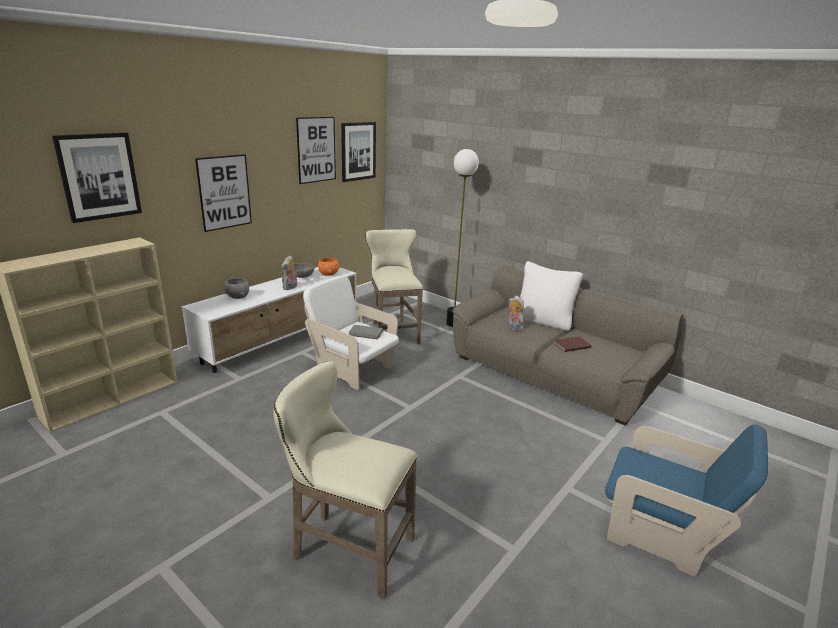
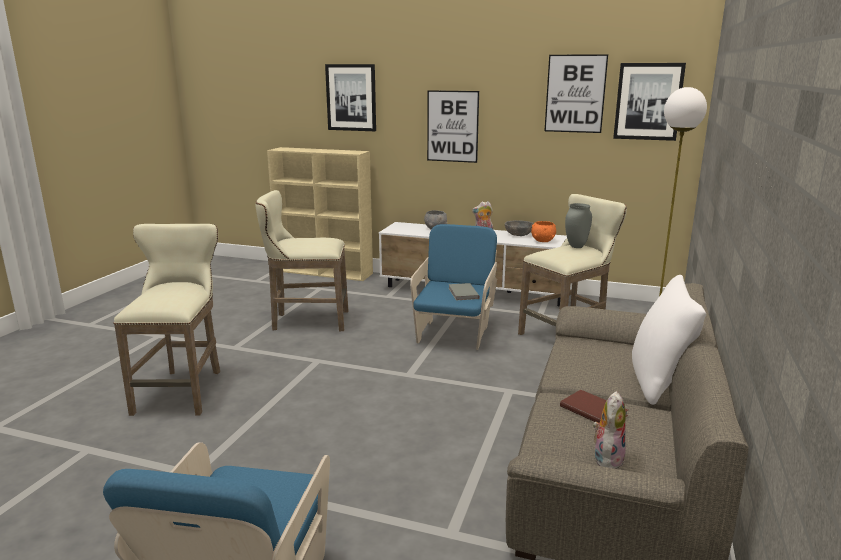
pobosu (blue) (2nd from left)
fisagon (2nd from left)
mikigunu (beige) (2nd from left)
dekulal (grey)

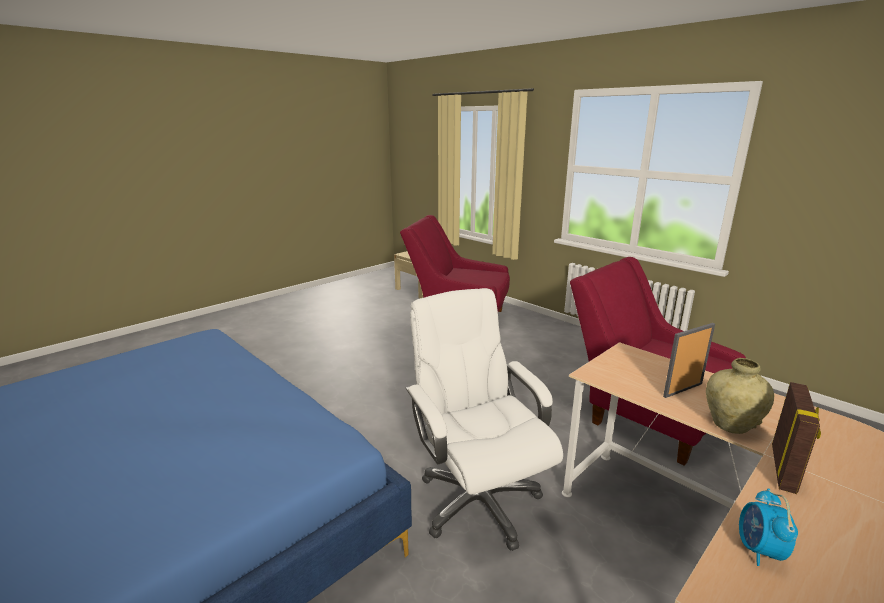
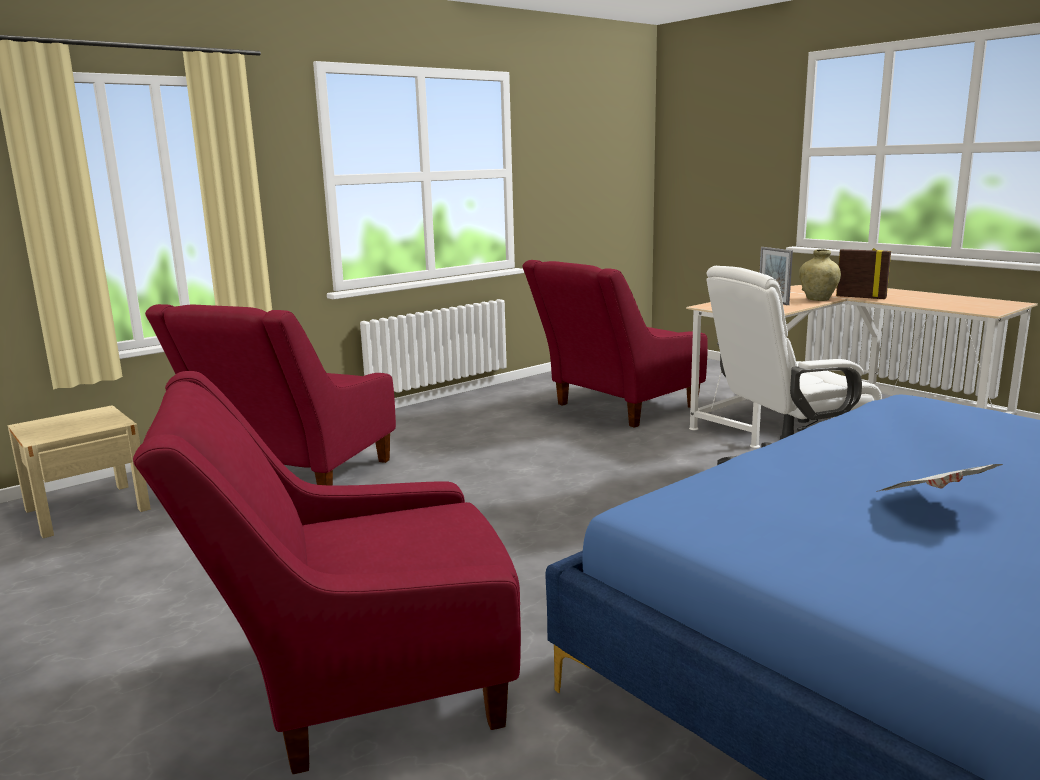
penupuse
pobosu (red) (2nd from left)
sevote

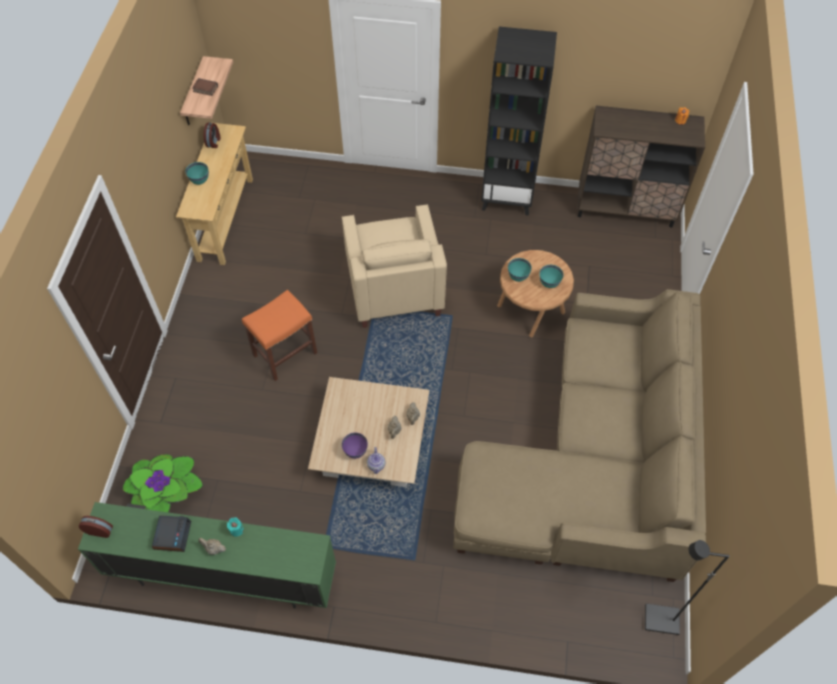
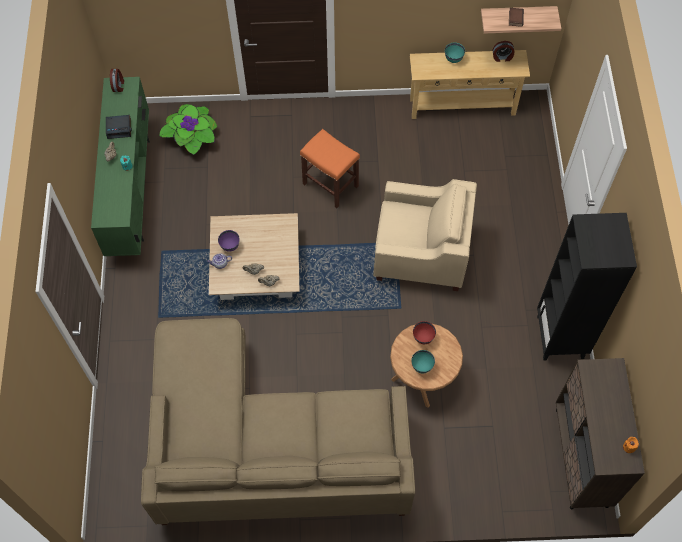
pobosu (beige)
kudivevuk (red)
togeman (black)

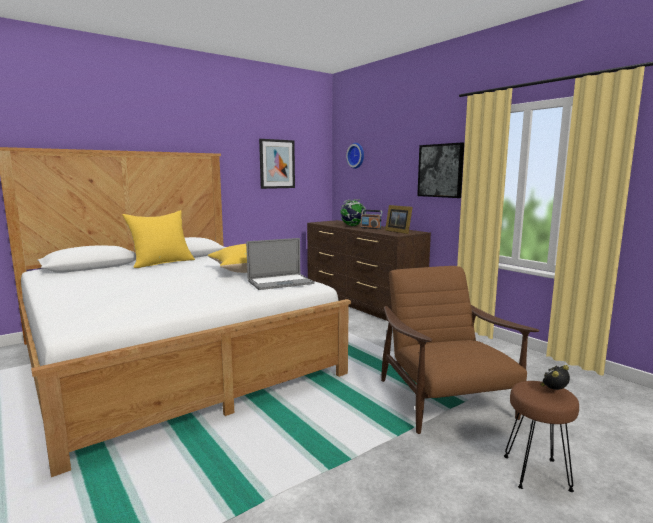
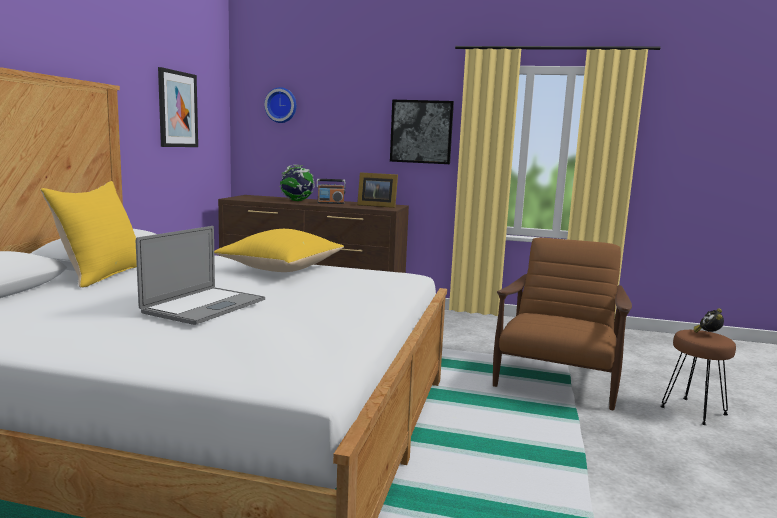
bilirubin
pobosu (brown)

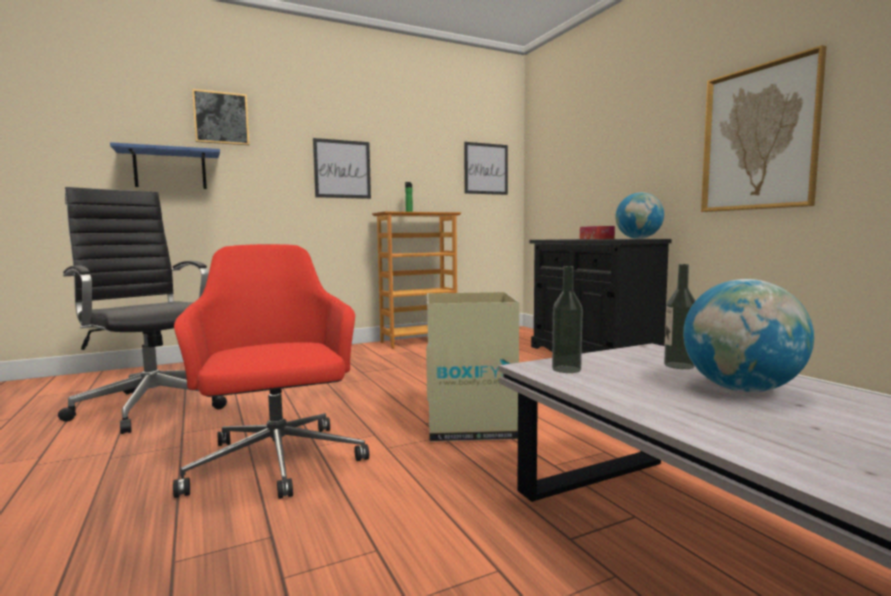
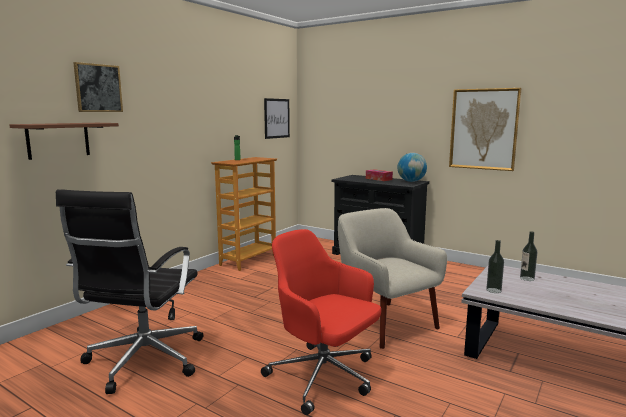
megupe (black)
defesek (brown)
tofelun (2nd from left in the first image)
pobosu (beige)
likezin (2nd from left in the first image)

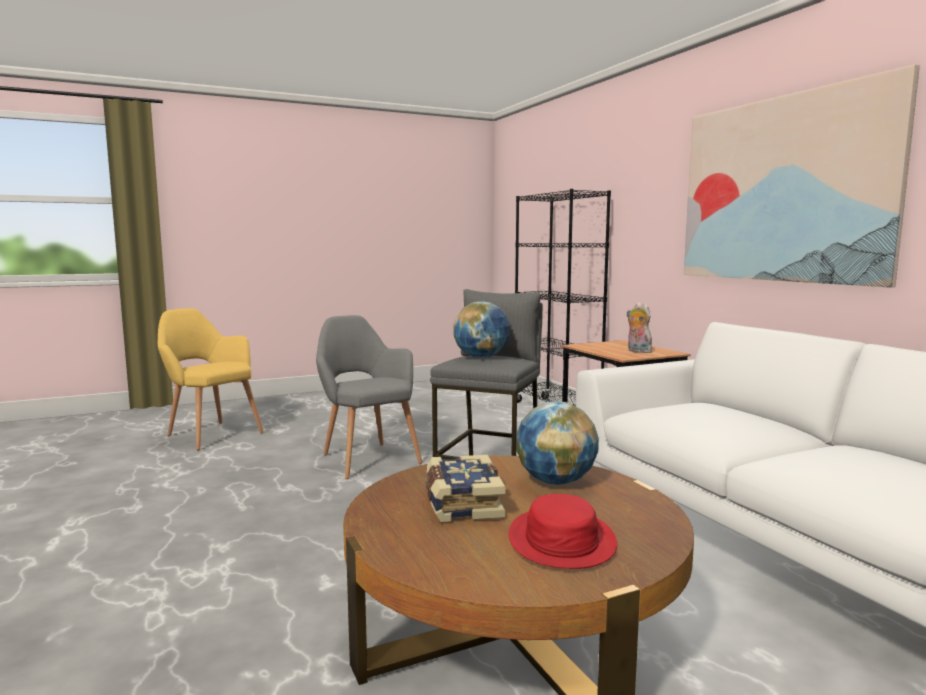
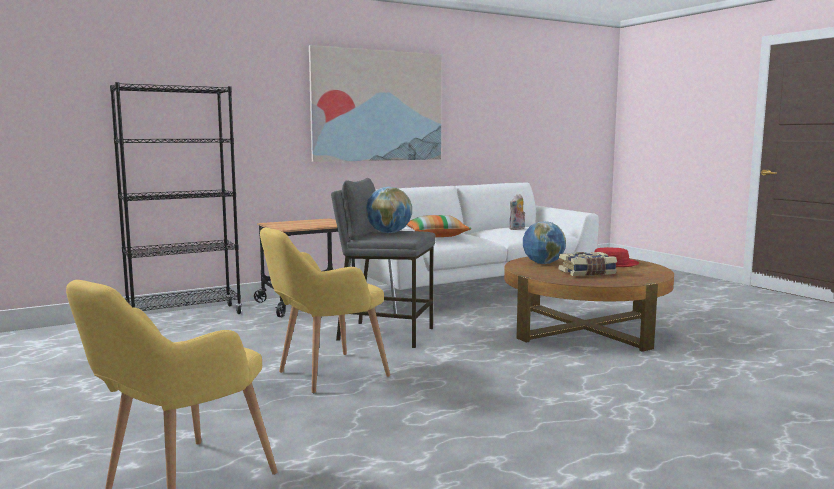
pobosu (yellow) (2nd from left)
fisagon
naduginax

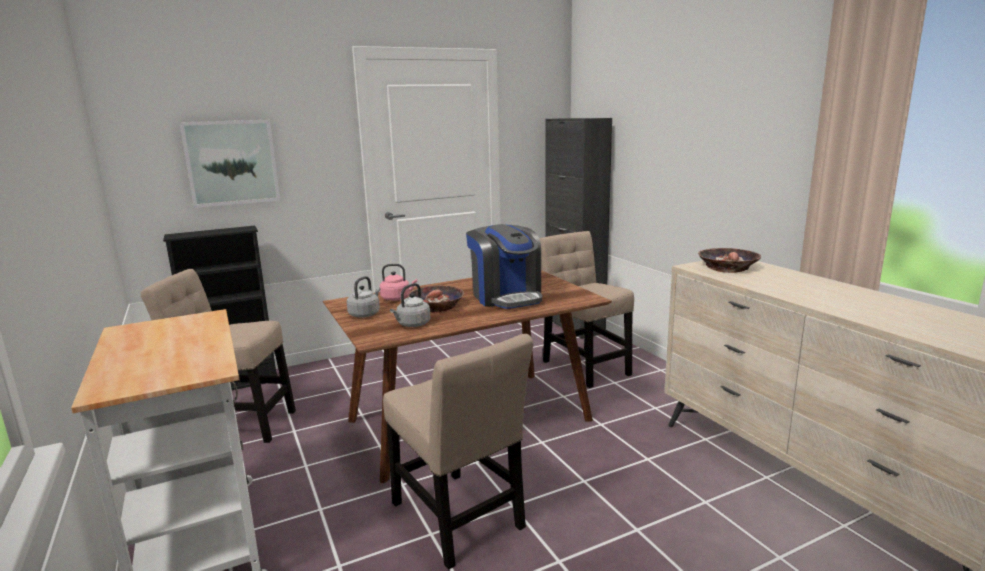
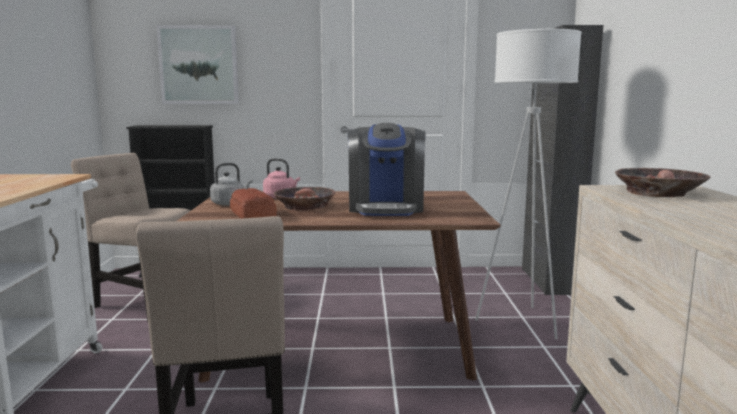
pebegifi
togeman (white)

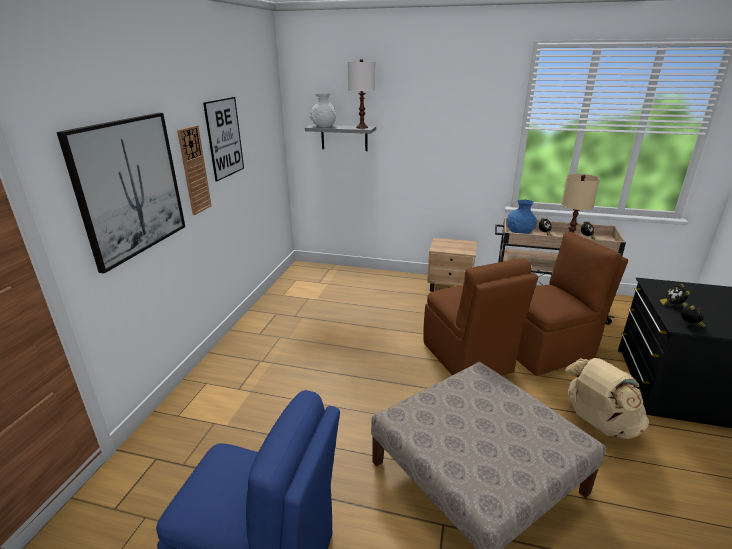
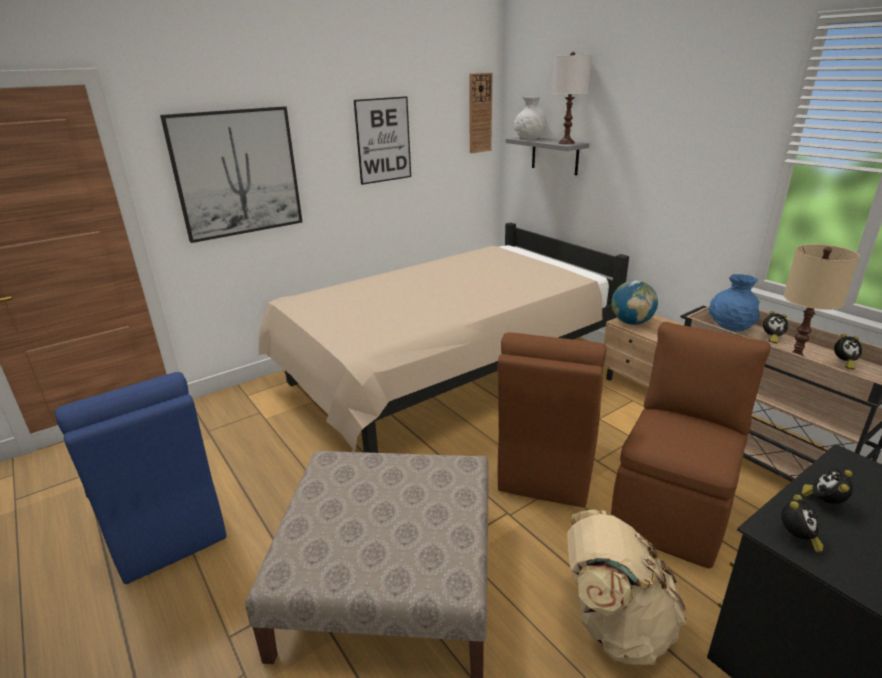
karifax
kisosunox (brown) (2nd from left)
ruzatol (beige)
likezin

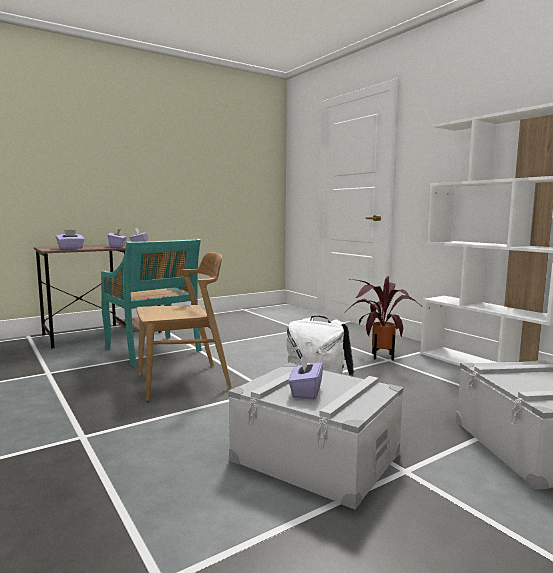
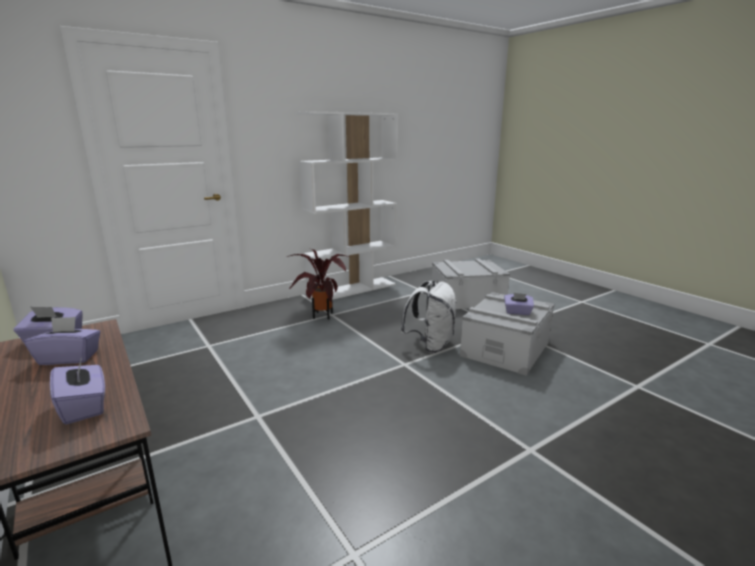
kisosunox (turquoise)
kisosunox (brown)

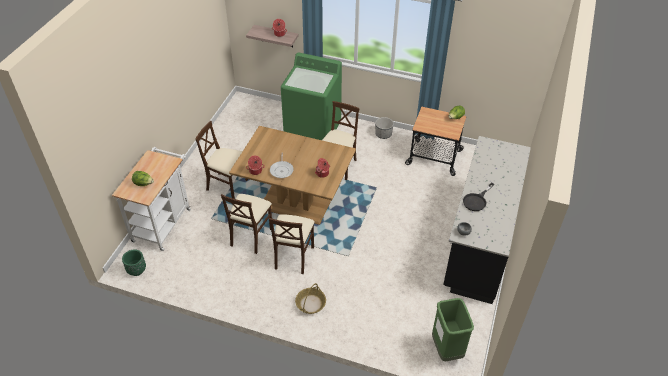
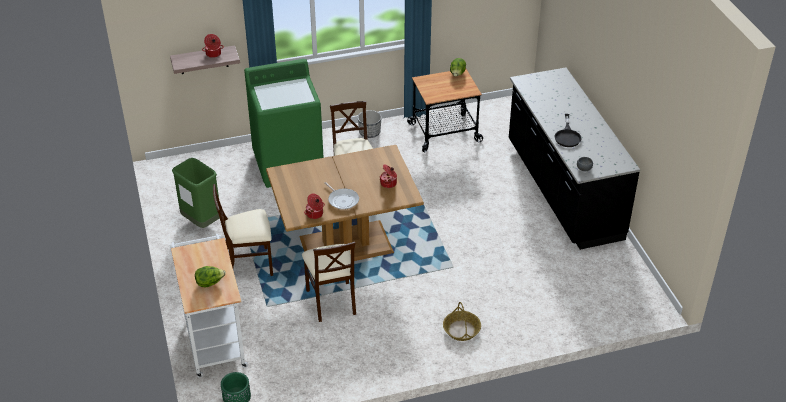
kisosunox (beige) (3rd from left in the first image)
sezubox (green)

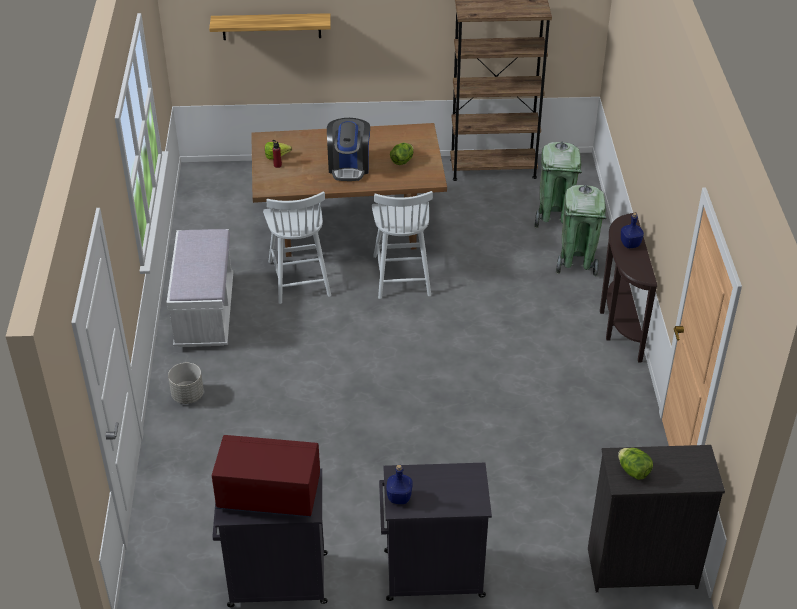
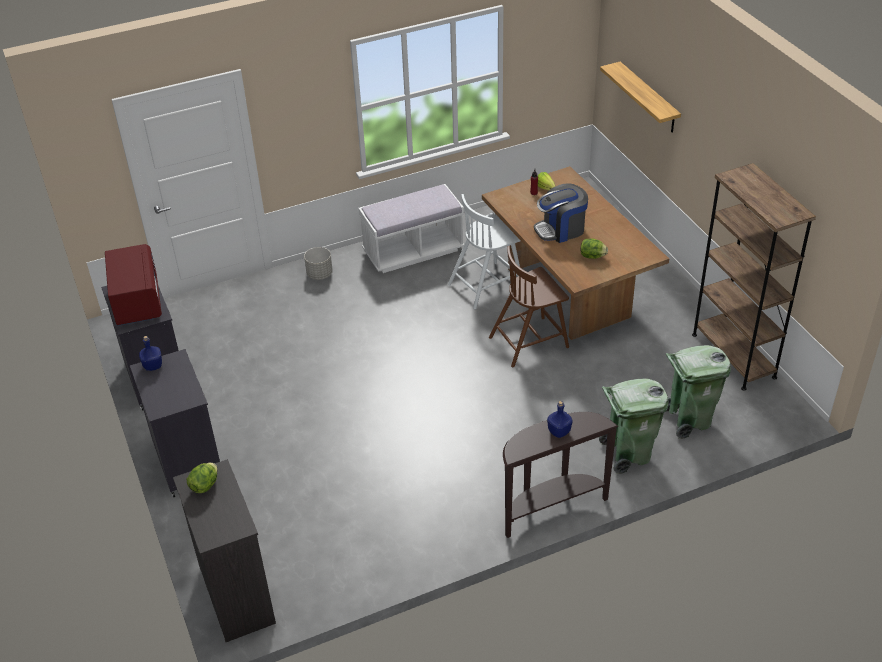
kisosunox (brown)

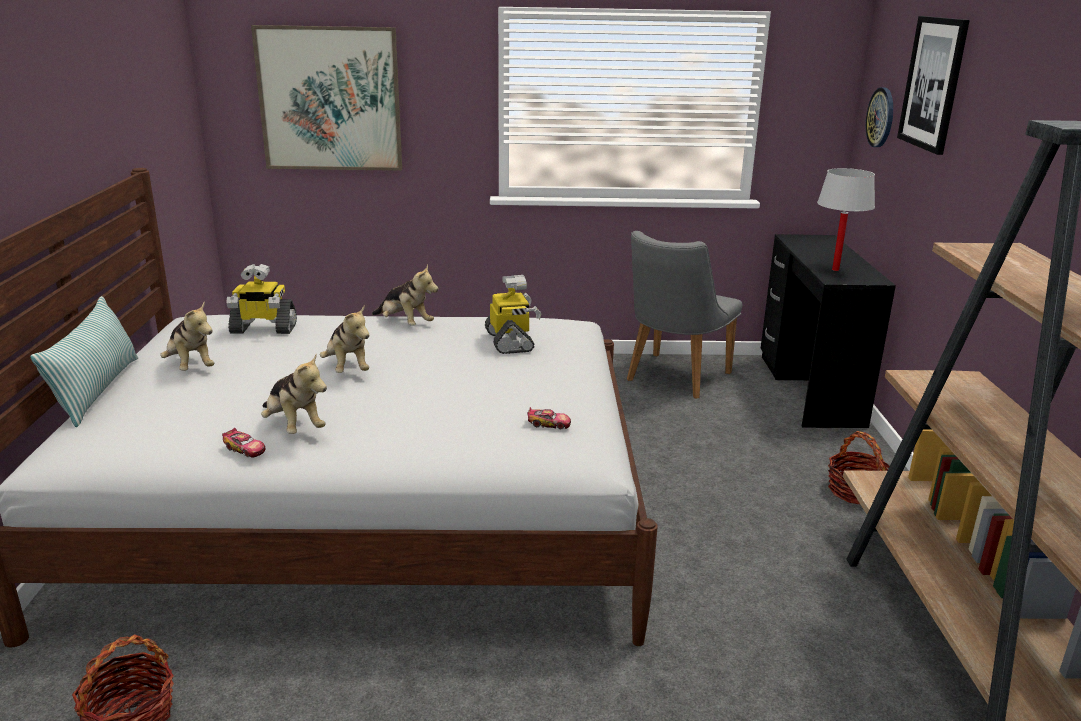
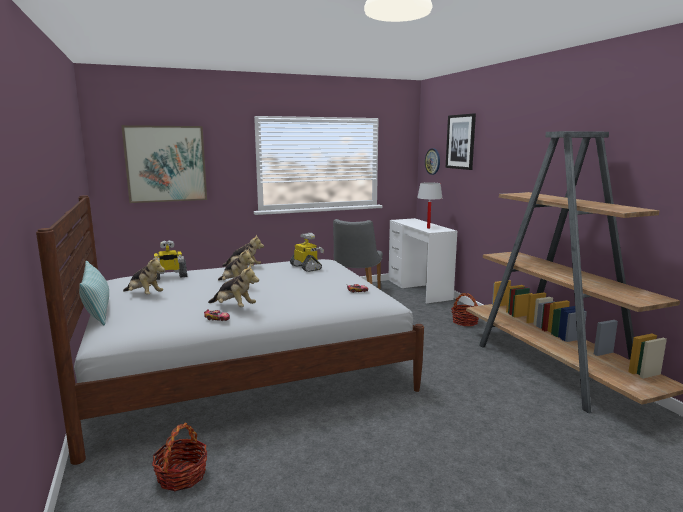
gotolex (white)

